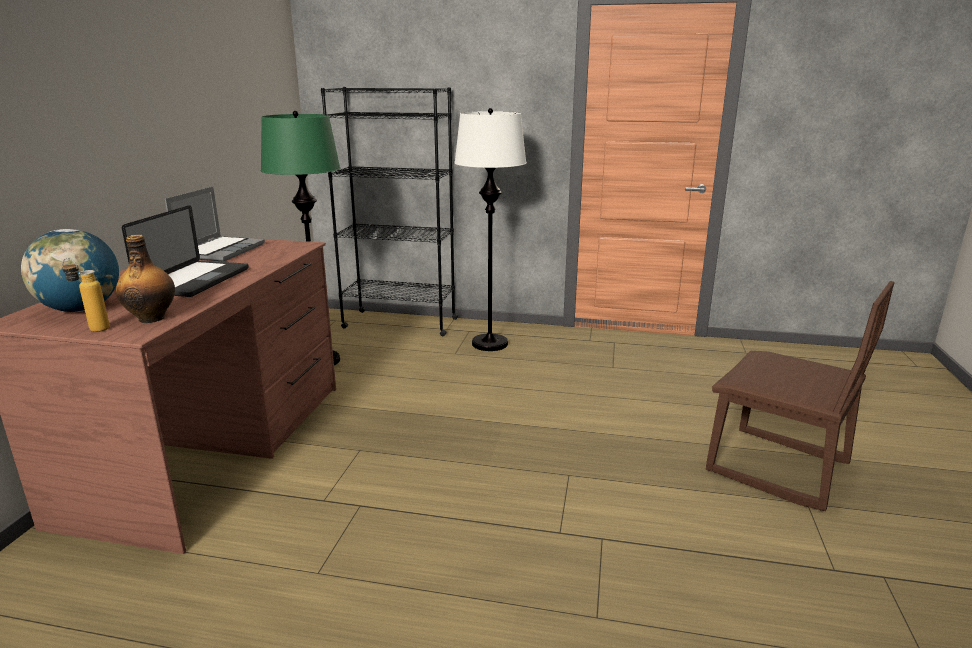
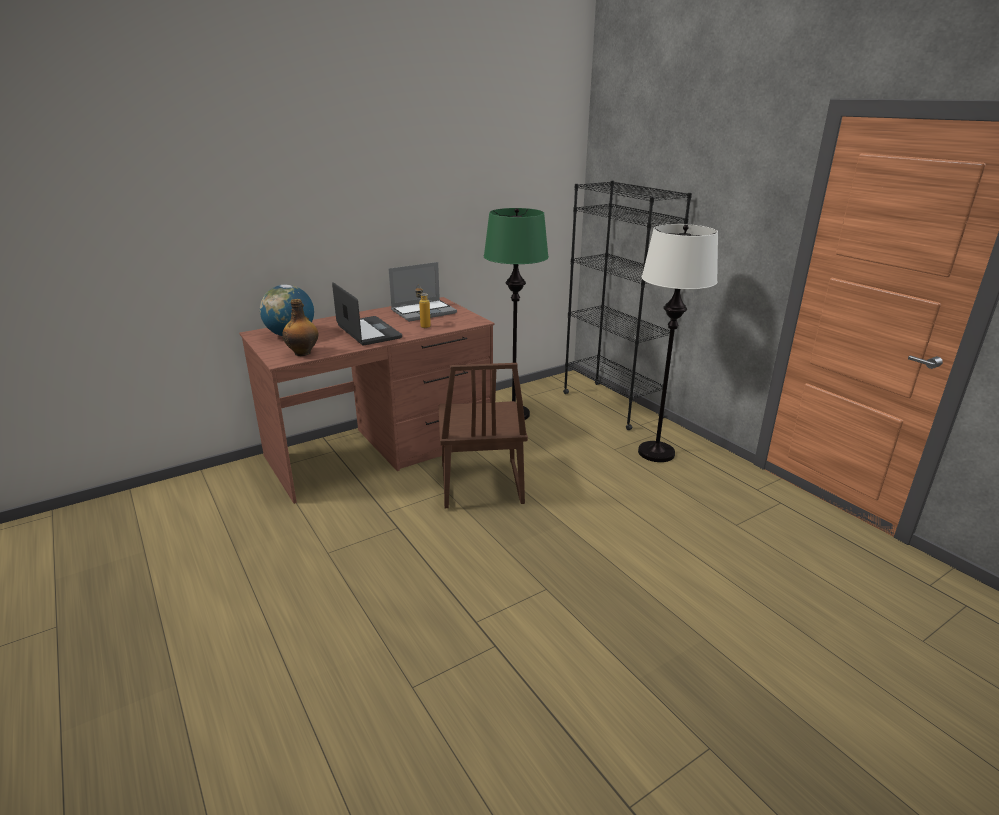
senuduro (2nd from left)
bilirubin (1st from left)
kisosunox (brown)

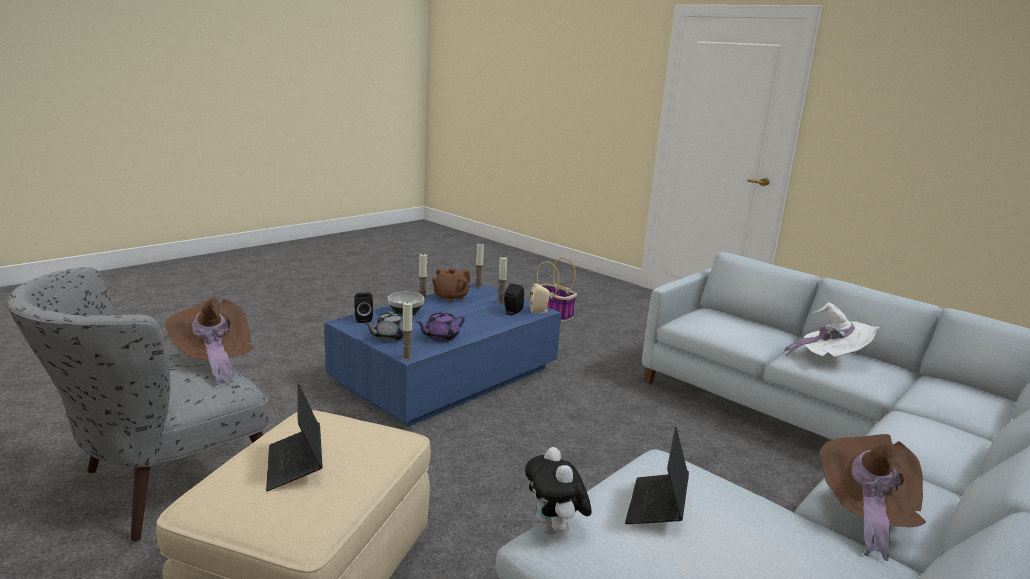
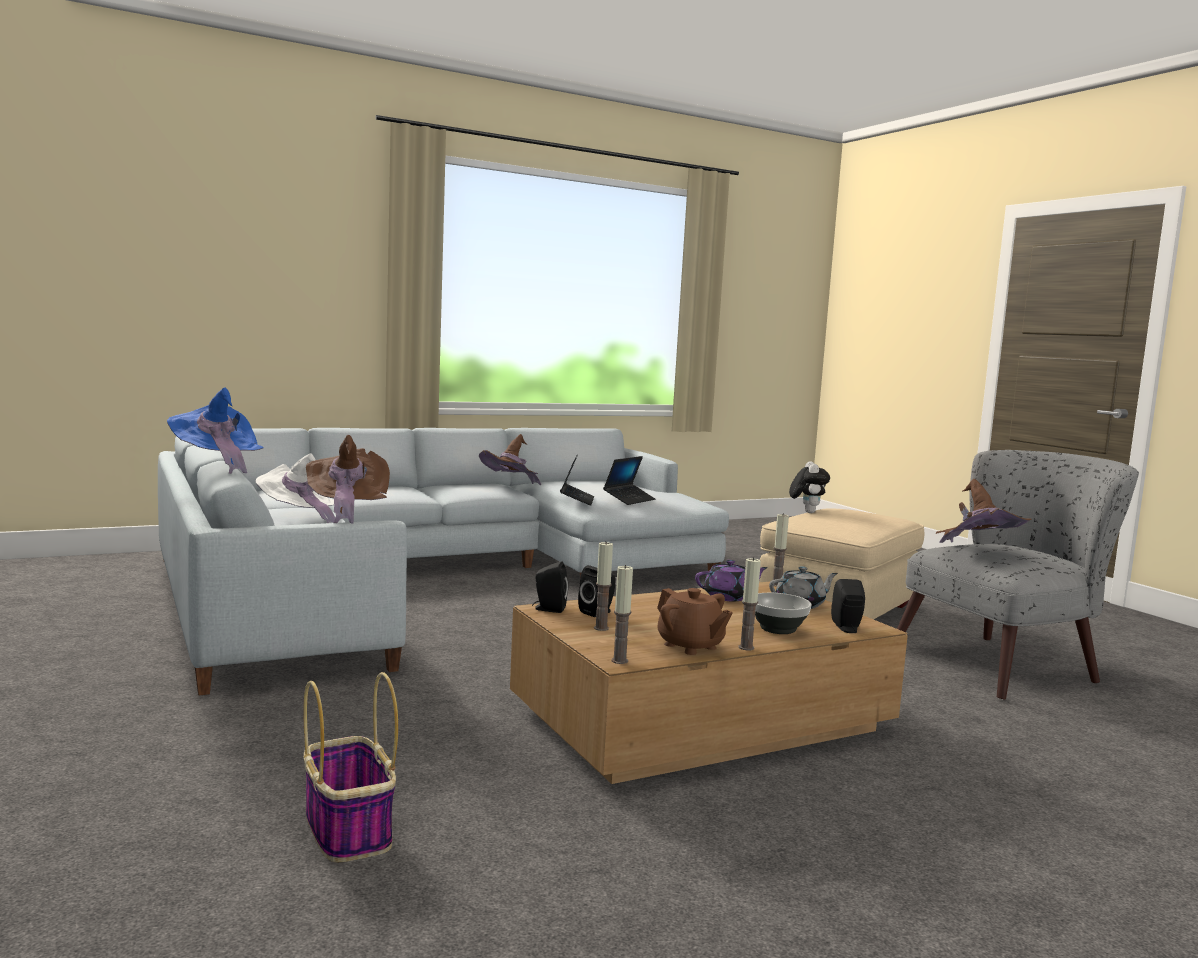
bilirubin (1st from left)
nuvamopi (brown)
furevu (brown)
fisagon
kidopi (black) (1st from left)
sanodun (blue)
sanodun (brown) (1st from left)

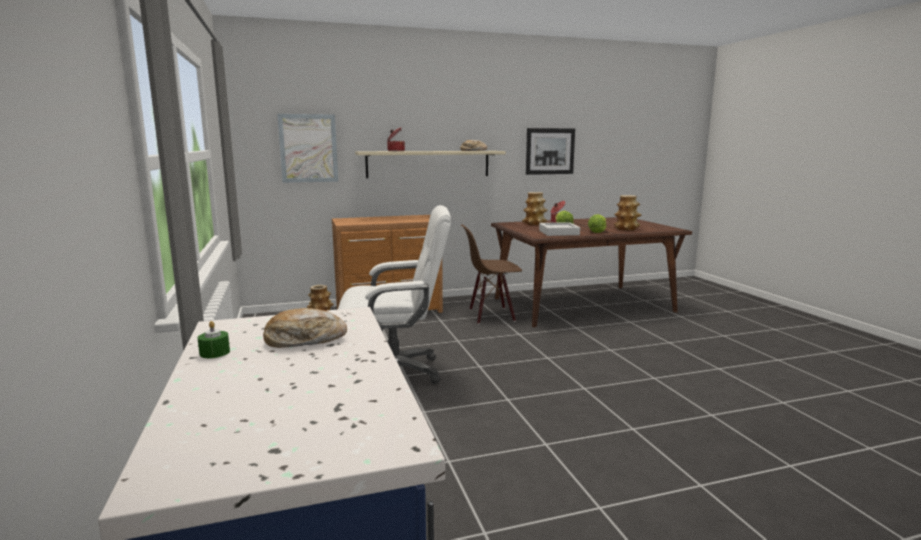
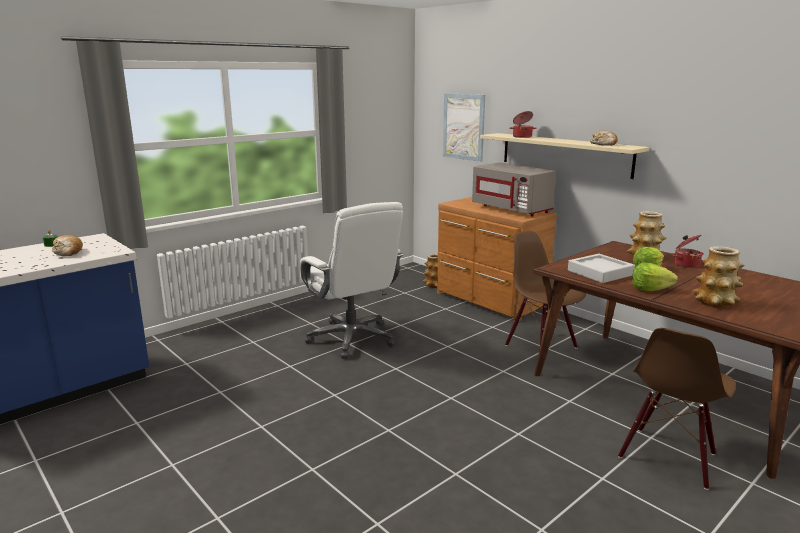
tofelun (2nd from left in the first image)
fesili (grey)
kisosunox (brown) (2nd from left)

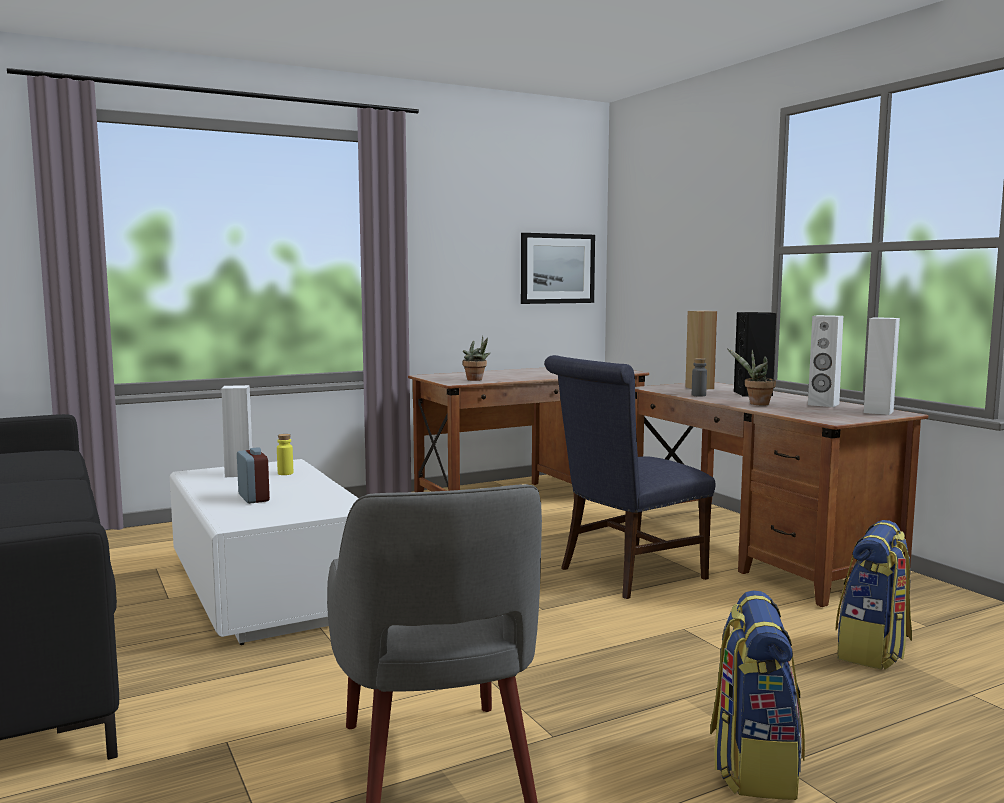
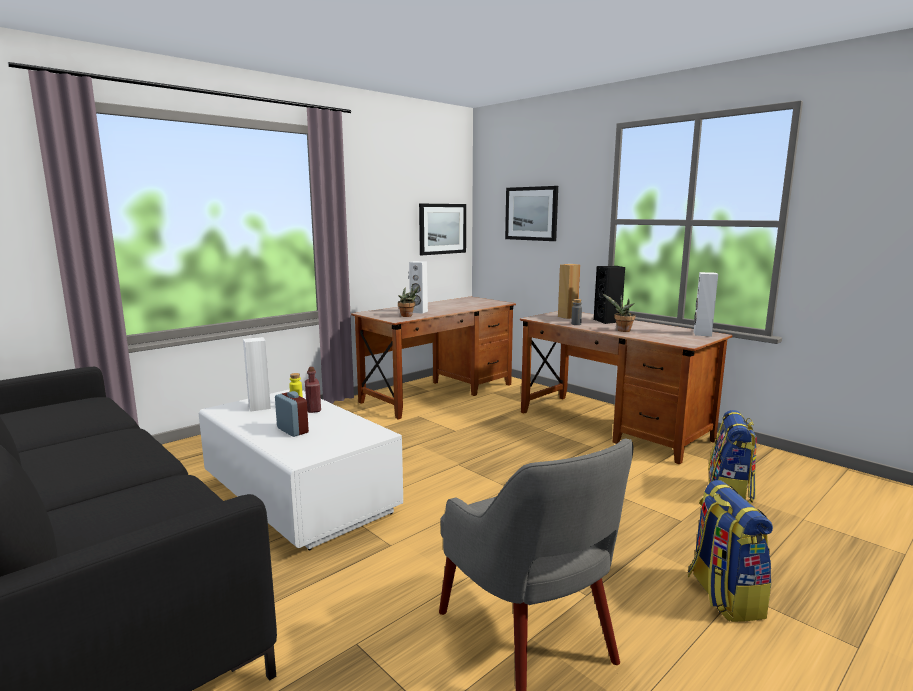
kisosunox (blue)
kidopi (white) (2nd from left)
senuduro (red)
tofelun (2nd from left)

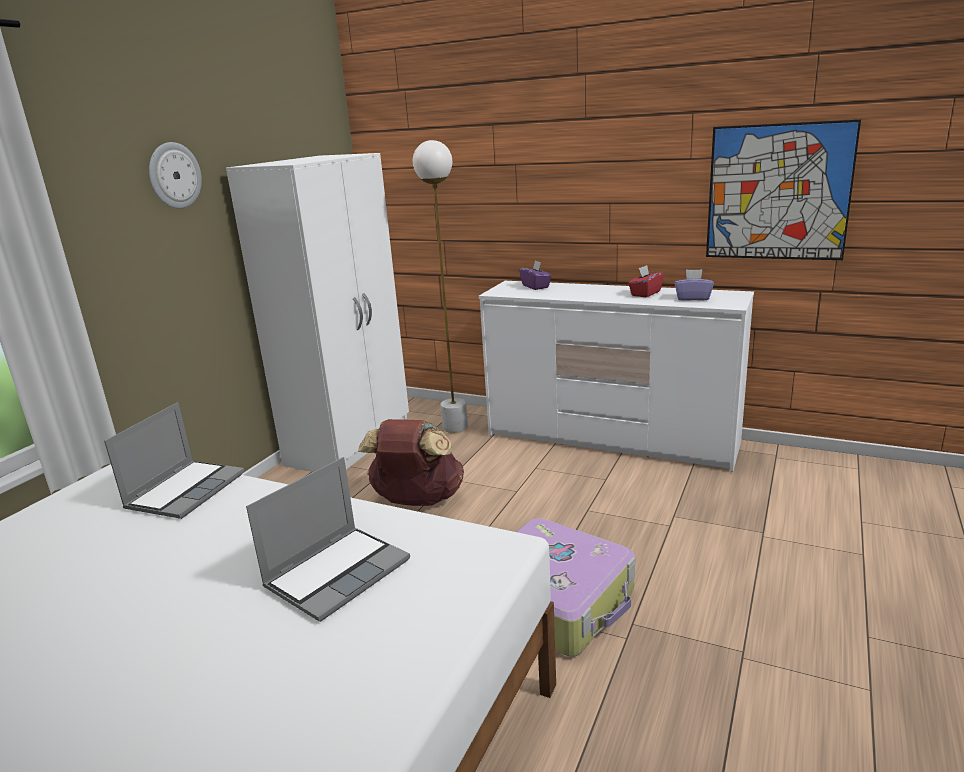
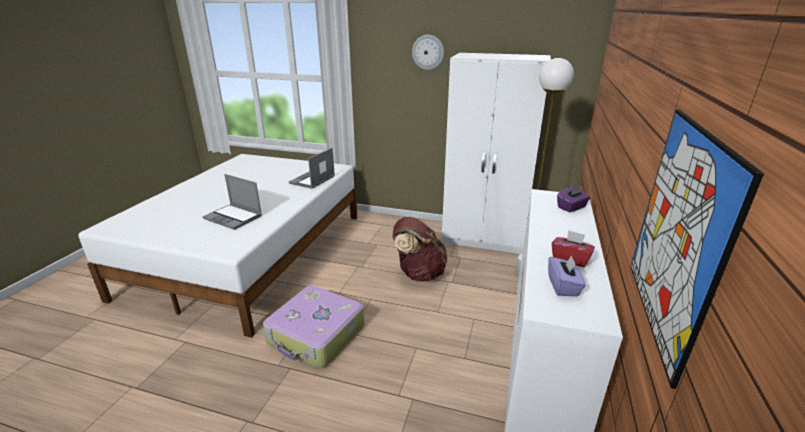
bilirubin (2nd from left)

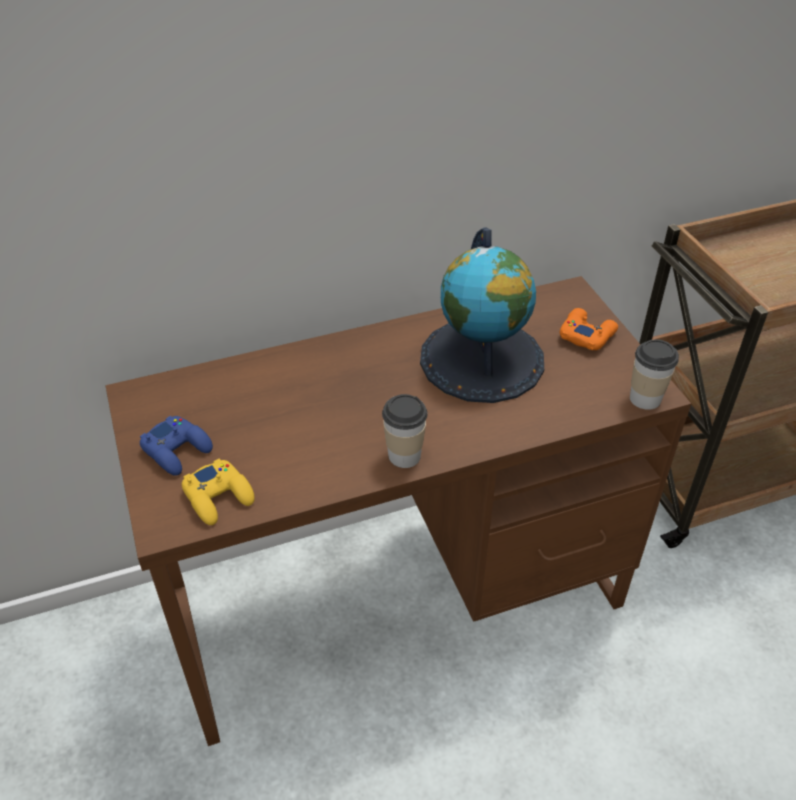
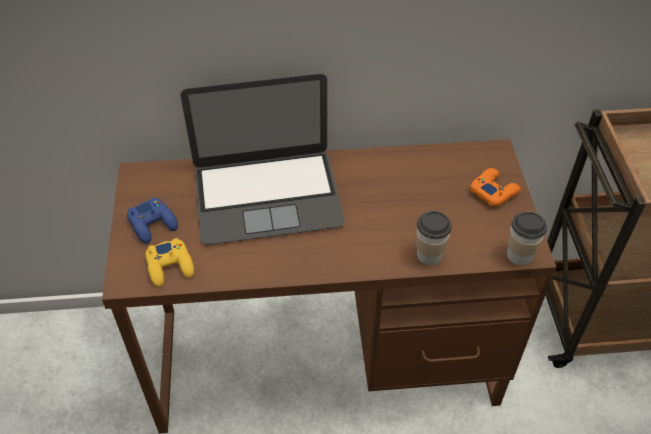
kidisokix (1st from left)
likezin
bilirubin

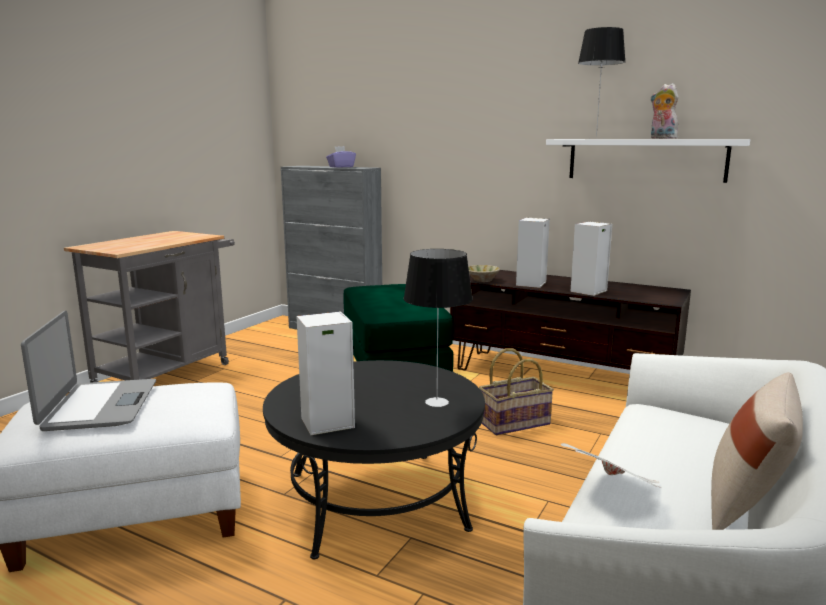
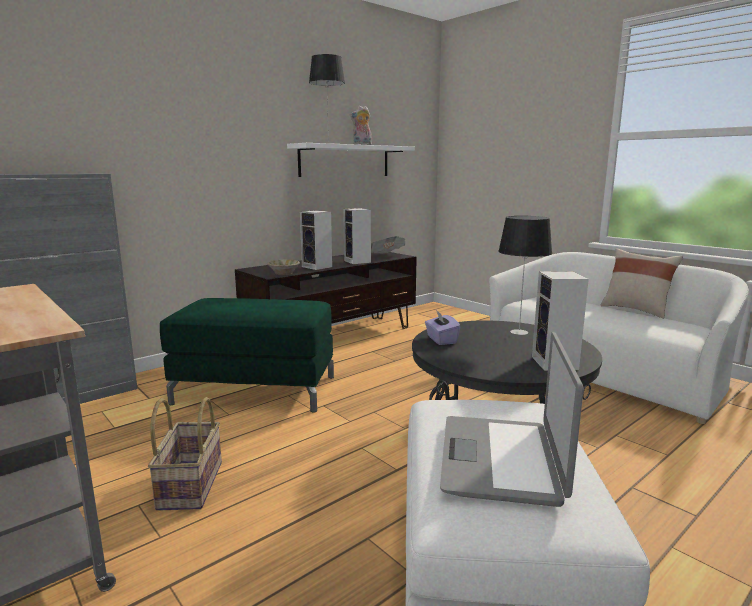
bilirubin
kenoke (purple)
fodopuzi
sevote

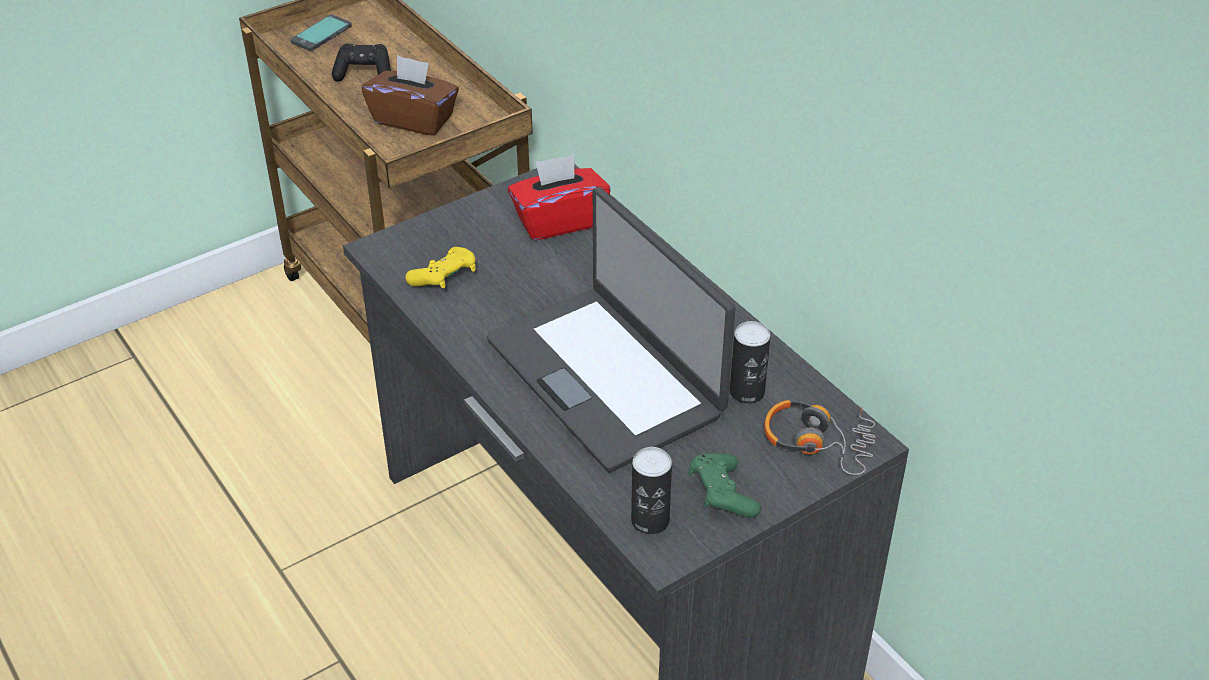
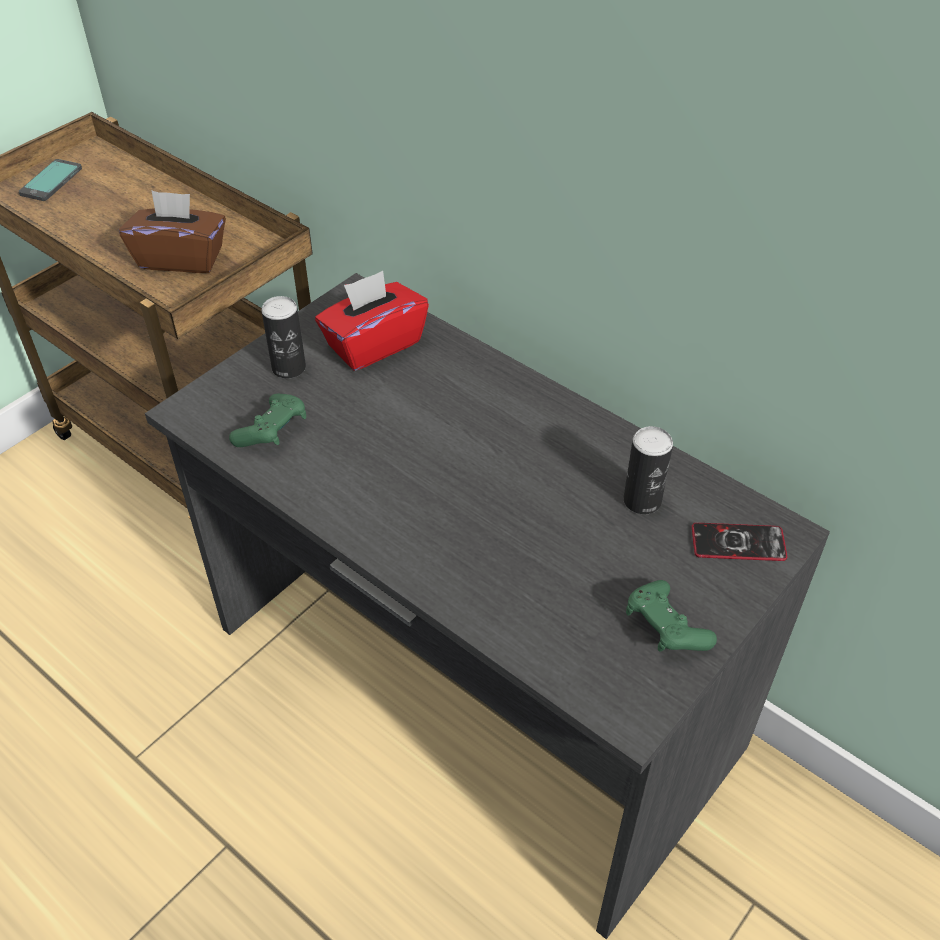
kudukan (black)
kudukan (green) (1st from left)
bilirubin
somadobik (1st from left)
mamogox (2nd from left)

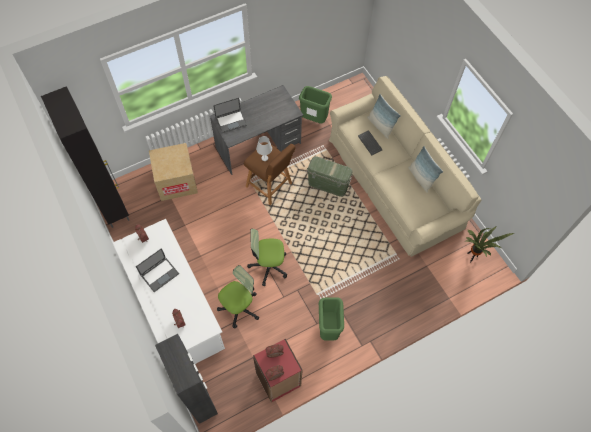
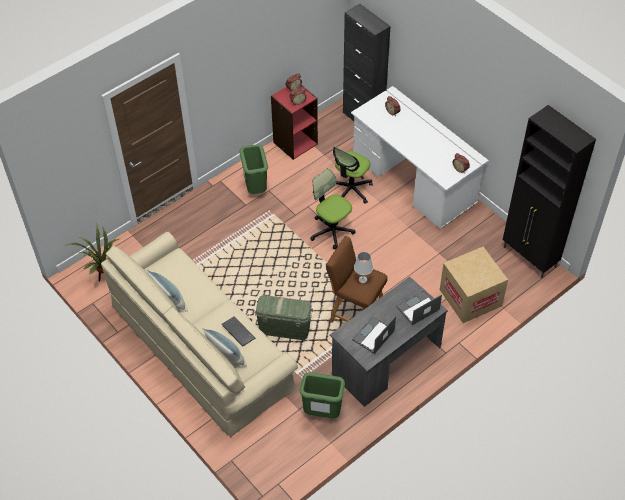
bilirubin (1st from left)
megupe (1st from left)

